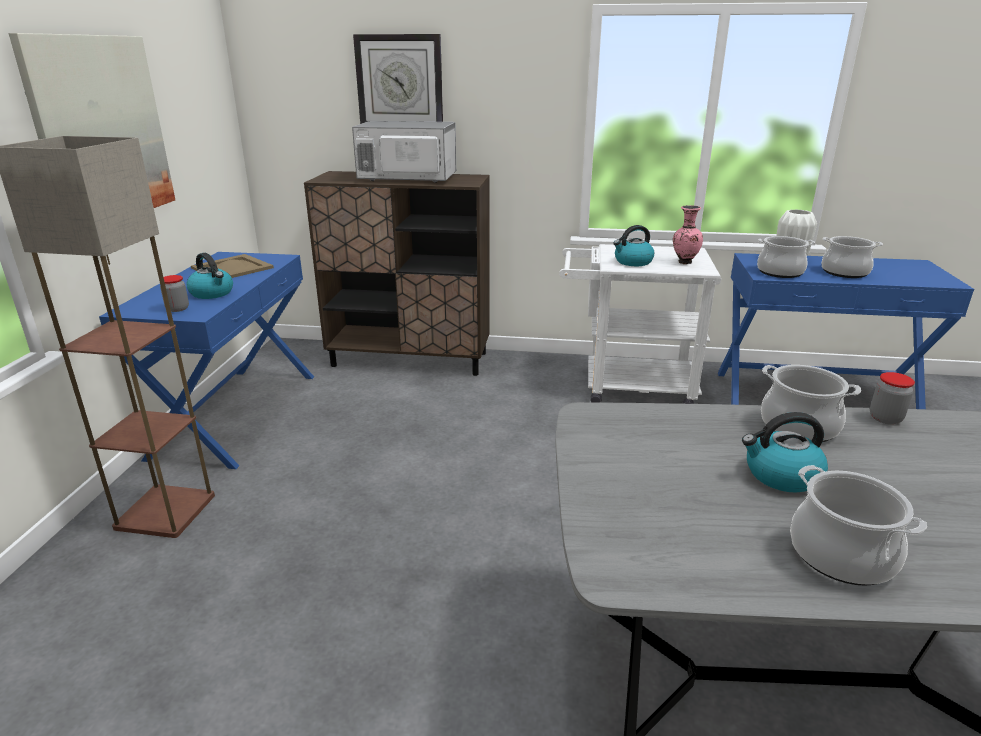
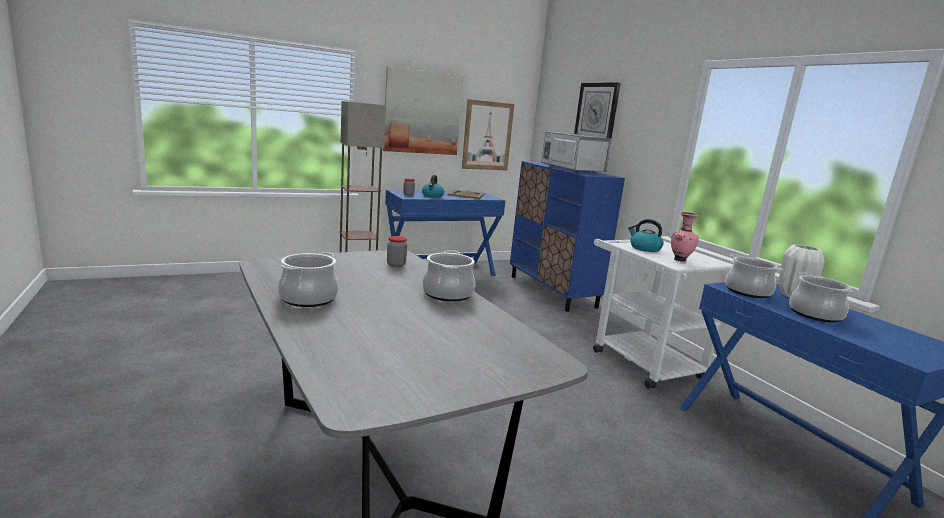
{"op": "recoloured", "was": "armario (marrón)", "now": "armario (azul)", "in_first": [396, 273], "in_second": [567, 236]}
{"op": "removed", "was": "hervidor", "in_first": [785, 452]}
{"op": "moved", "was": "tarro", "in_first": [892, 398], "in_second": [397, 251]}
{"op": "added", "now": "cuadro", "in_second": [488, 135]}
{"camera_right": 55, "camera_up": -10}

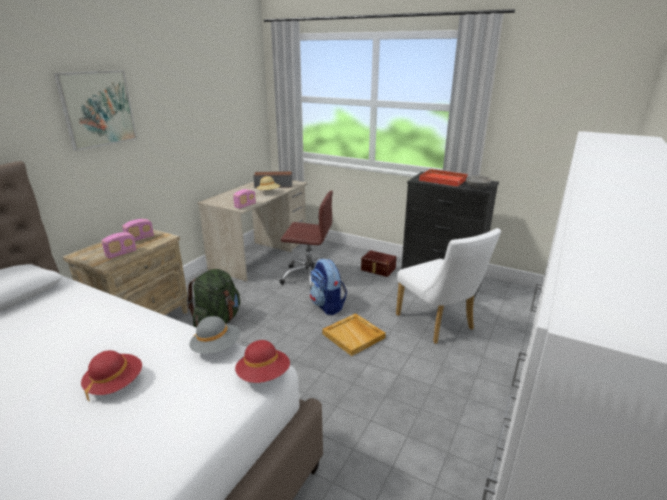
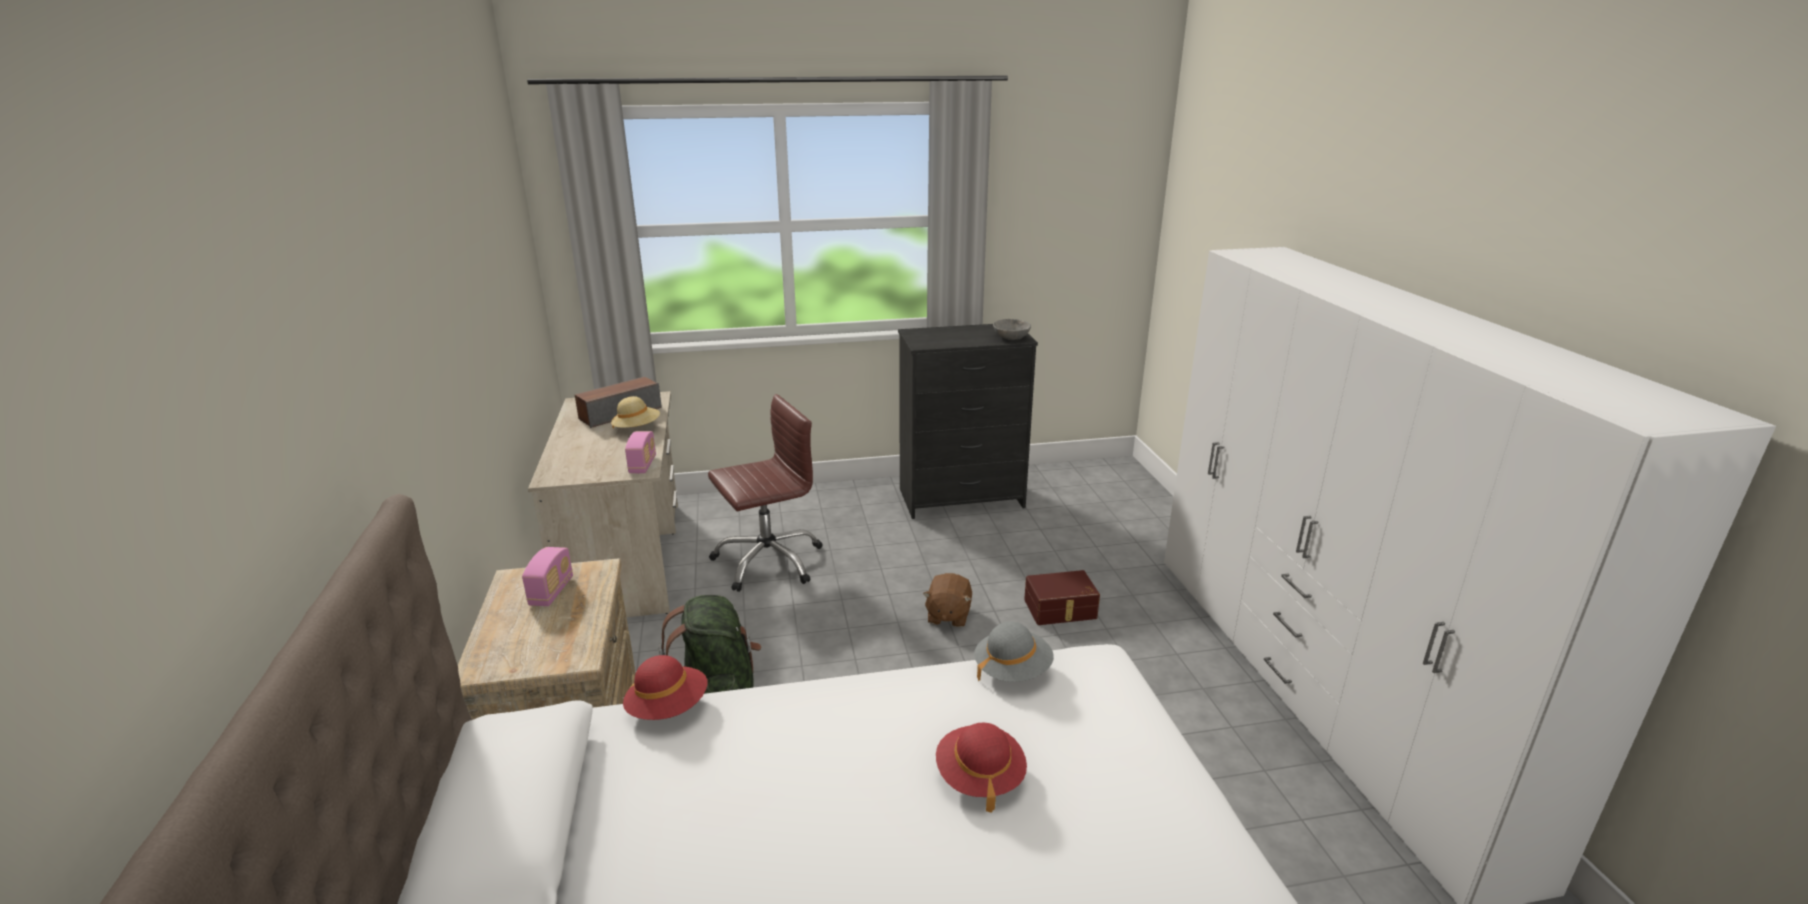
{"op": "removed", "was": "cuadro", "in_first": [95, 110]}
{"op": "removed", "was": "radio", "in_first": [119, 245]}
{"op": "moved", "was": "sombrero (rojo)", "in_first": [262, 361], "in_second": [665, 687]}
{"op": "removed", "was": "mochila", "in_first": [328, 287]}
{"op": "replaced", "was": "bandeja (beis)", "now": "peluche (marrón)", "in_first": [354, 334], "in_second": [947, 600]}
{"op": "moved", "was": "caja de almacenaje (marrón)", "in_first": [378, 263], "in_second": [1062, 597]}
{"op": "removed", "was": "silla (blanco)", "in_first": [448, 286]}
{"op": "removed", "was": "bandeja (rojo)", "in_first": [443, 178]}
{"camera_right": -40, "camera_up": 0}

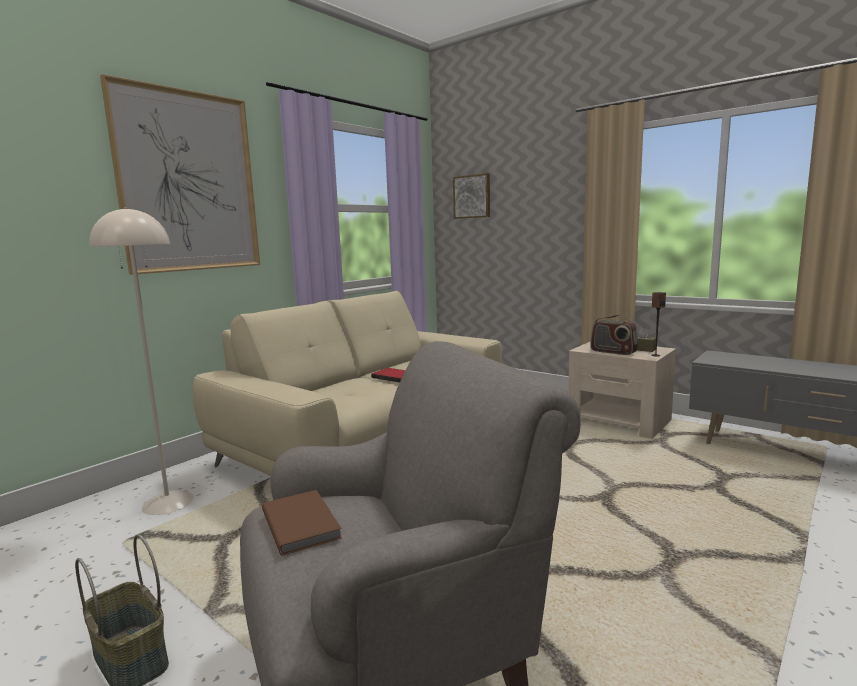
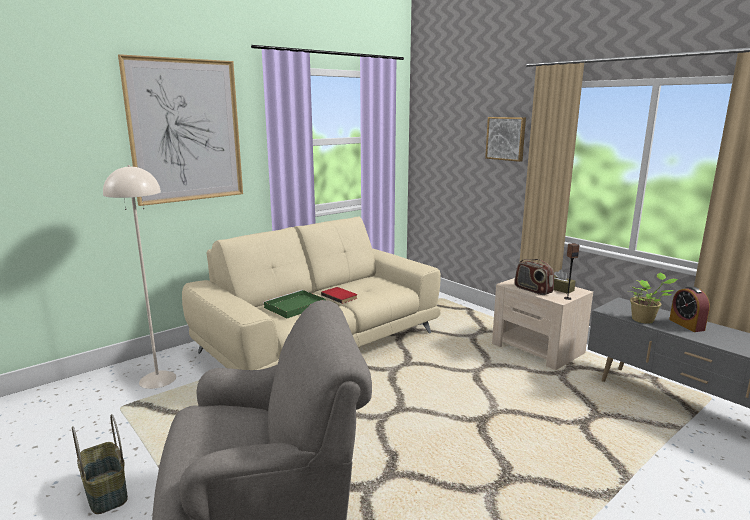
{"op": "removed", "was": "libro (marrón)", "in_first": [302, 523]}
{"op": "moved", "was": "cuadro", "in_first": [471, 196], "in_second": [505, 139]}
{"op": "added", "now": "bandeja (verde)", "in_second": [294, 304]}
{"op": "added", "now": "planta en maceta", "in_second": [653, 298]}
{"op": "added", "now": "despertador", "in_second": [689, 309]}
{"camera_right": 10, "camera_up": 5}

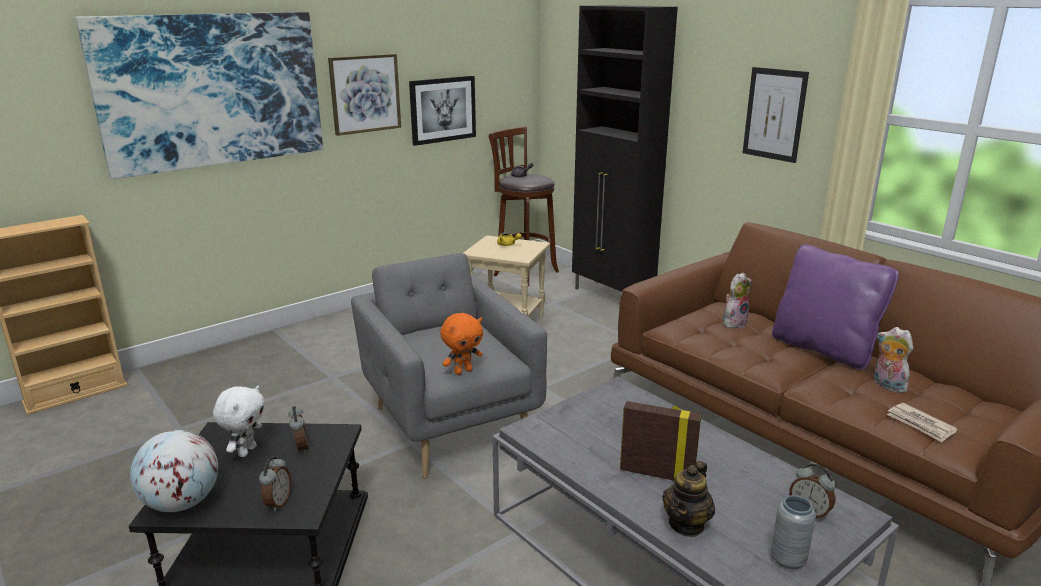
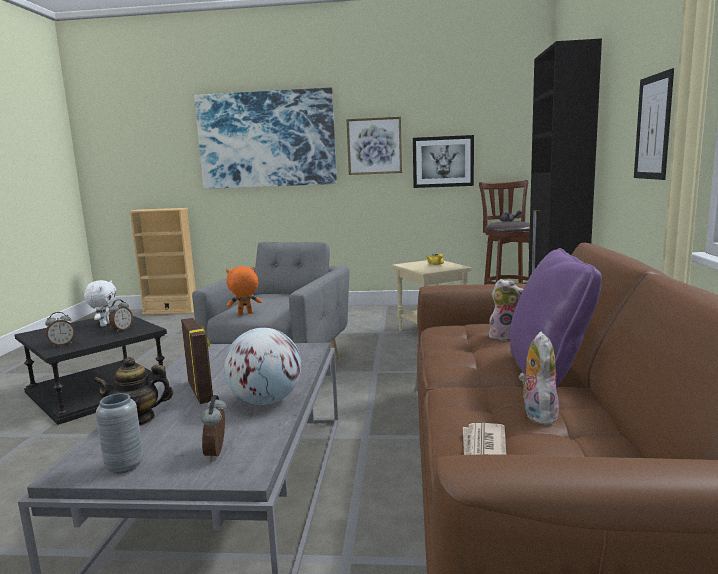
{"op": "moved", "was": "globo terráqueo", "in_first": [174, 471], "in_second": [262, 366]}
{"op": "turned", "was": "peluche (blanco)", "in_first": [239, 421], "in_second": [100, 303], "clockwise": -60}
{"op": "turned", "was": "peluche (naranja)", "in_first": [461, 344], "in_second": [244, 290], "clockwise": 150}
{"camera_right": 45, "camera_up": -10}

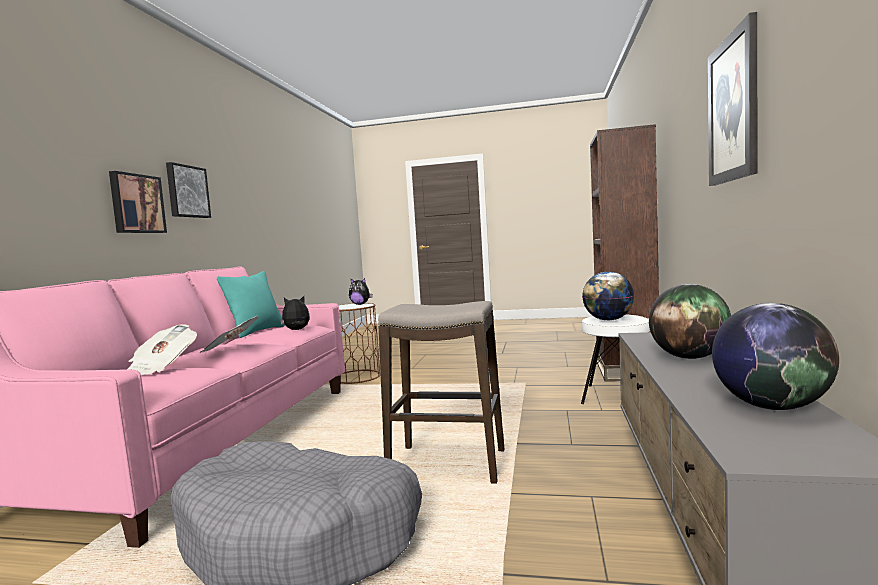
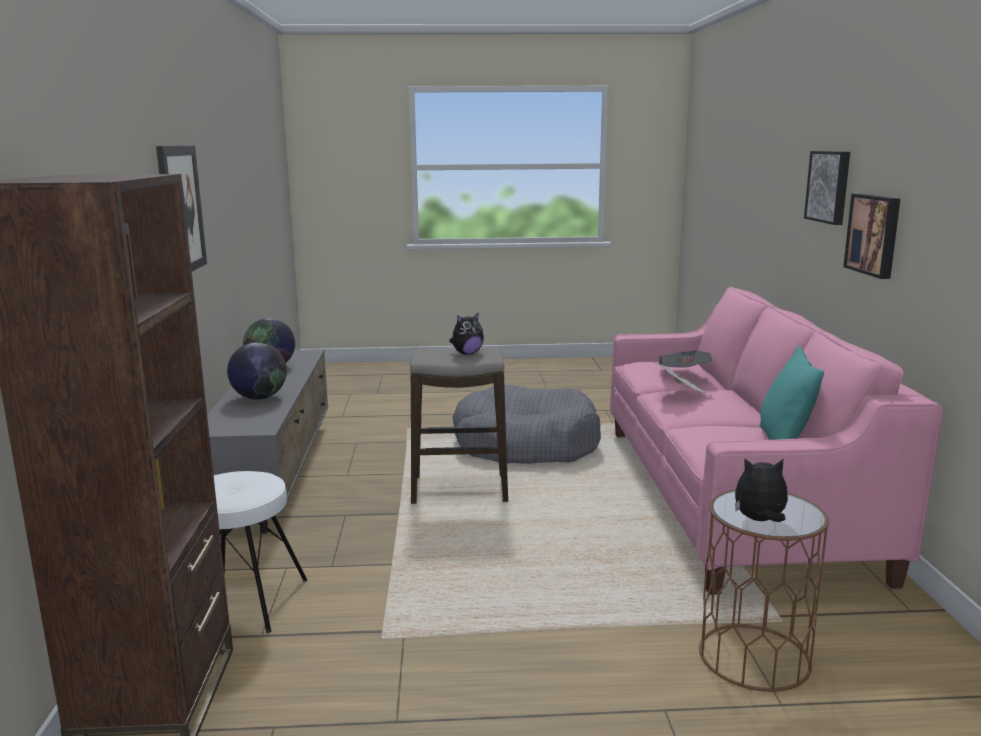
{"op": "moved", "was": "cuadro", "in_first": [188, 190], "in_second": [827, 188]}
{"op": "moved", "was": "peluche", "in_first": [295, 313], "in_second": [466, 333]}
{"op": "removed", "was": "globo terráqueo", "in_first": [608, 296]}
{"camera_right": 165, "camera_up": 10}

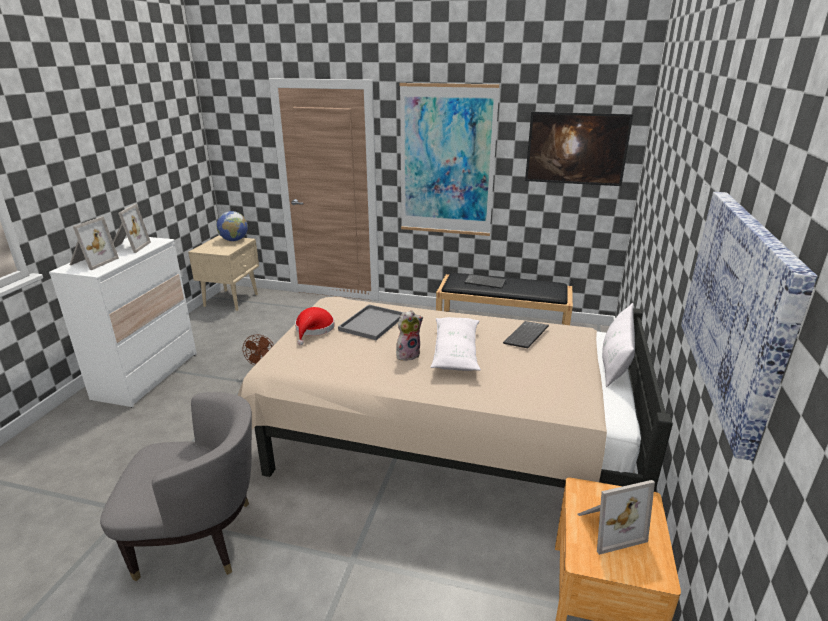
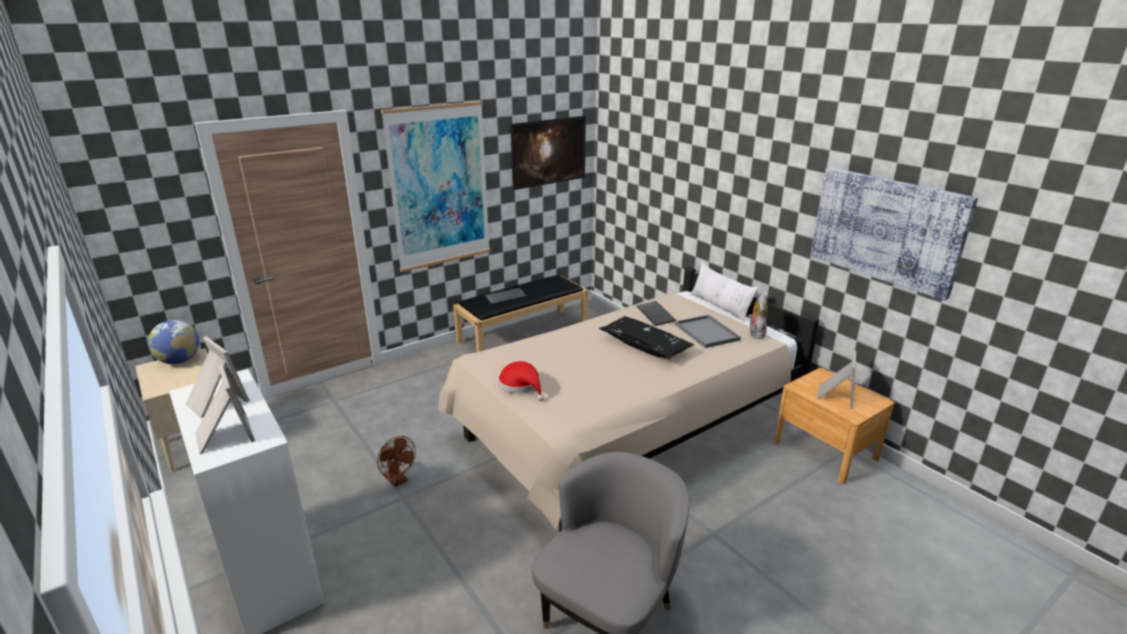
{"op": "moved", "was": "bandeja (gris)", "in_first": [370, 322], "in_second": [708, 331]}
{"op": "moved", "was": "peluche", "in_first": [409, 335], "in_second": [758, 317]}
{"op": "recoloured", "was": "cojín (blanco)", "now": "cojín (negro)", "in_first": [455, 344], "in_second": [646, 337]}
{"camera_right": -50, "camera_up": 0}

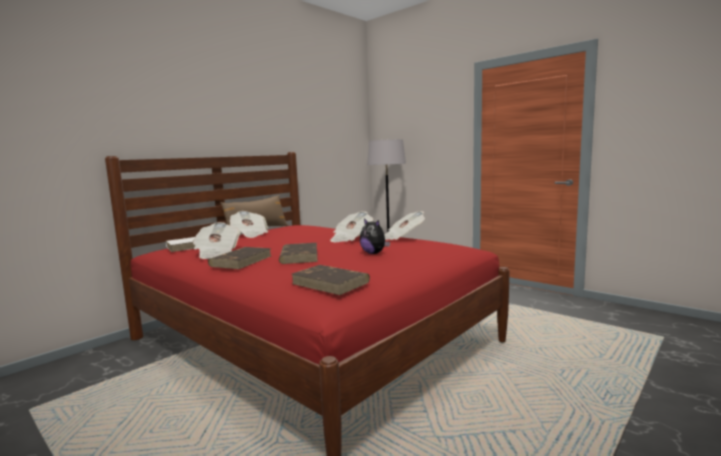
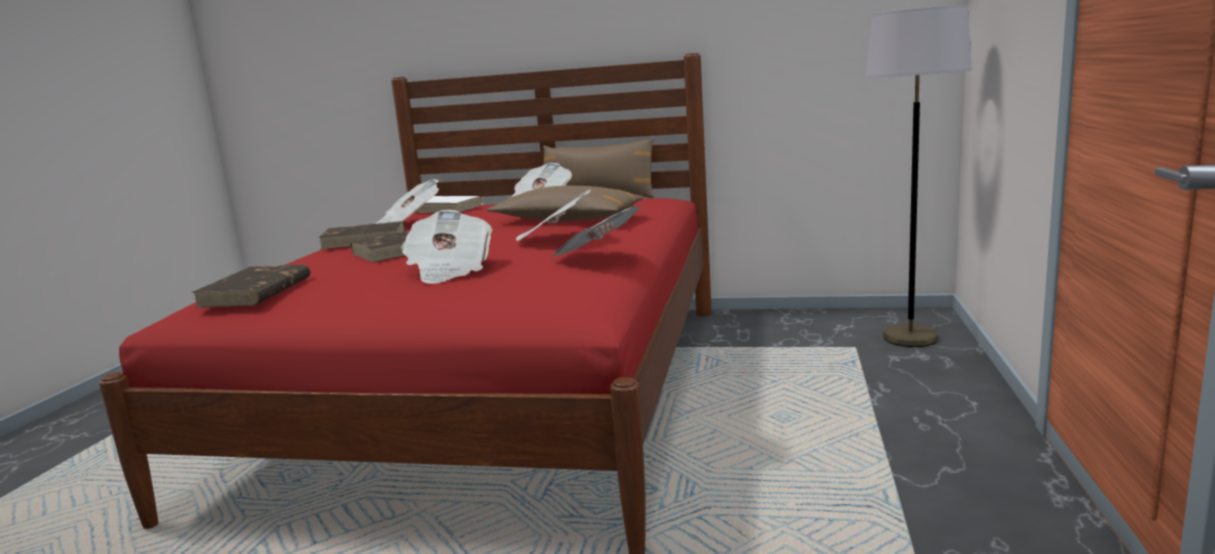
{"op": "replaced", "was": "peluche", "now": "periódico", "in_first": [375, 236], "in_second": [446, 247]}
{"op": "added", "now": "cojín (marrón)", "in_second": [566, 203]}
{"camera_right": 60, "camera_up": 5}

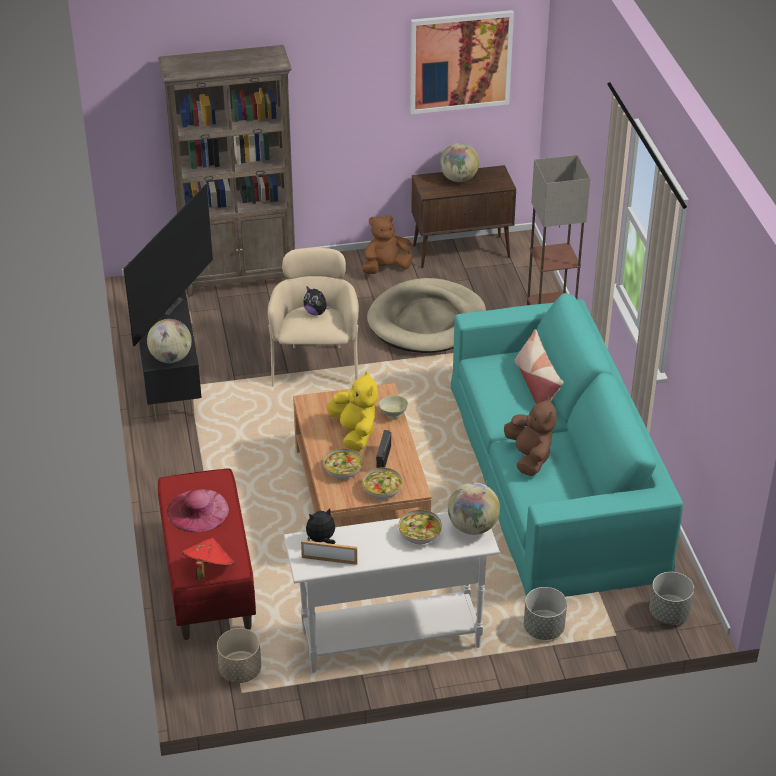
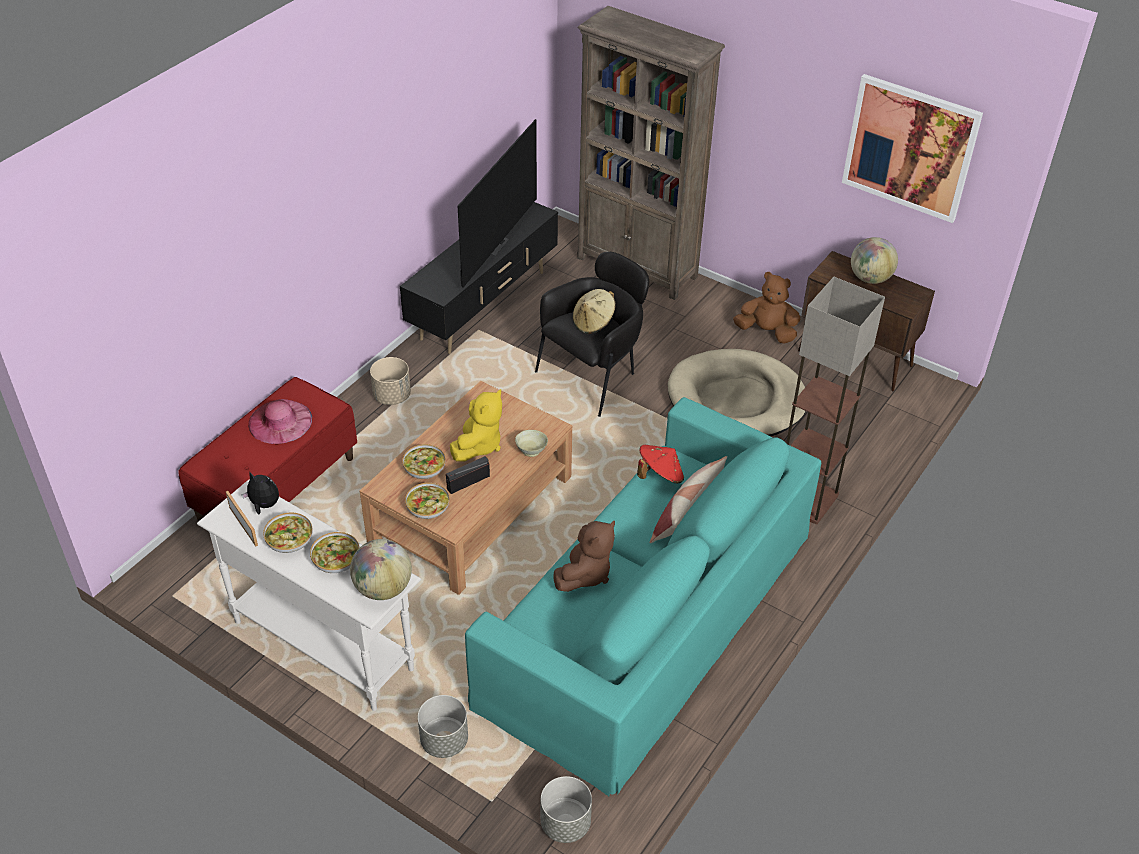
{"op": "turned", "was": "televisor", "in_first": [168, 265], "in_second": [497, 203], "clockwise": -45}
{"op": "removed", "was": "globo terráqueo", "in_first": [169, 341]}
{"op": "moved", "was": "sombrero (rojo)", "in_first": [208, 558], "in_second": [660, 464]}
{"op": "moved", "was": "maceta (beis)", "in_first": [239, 655], "in_second": [390, 381]}
{"op": "recoloured", "was": "sillón (beis)", "now": "sillón (negro)", "in_first": [313, 317], "in_second": [592, 334]}
{"op": "replaced", "was": "peluche", "now": "sombrero (beis)", "in_first": [317, 301], "in_second": [594, 311]}
{"op": "added", "now": "cuenco", "in_second": [288, 533]}
{"camera_right": 45, "camera_up": 5}

